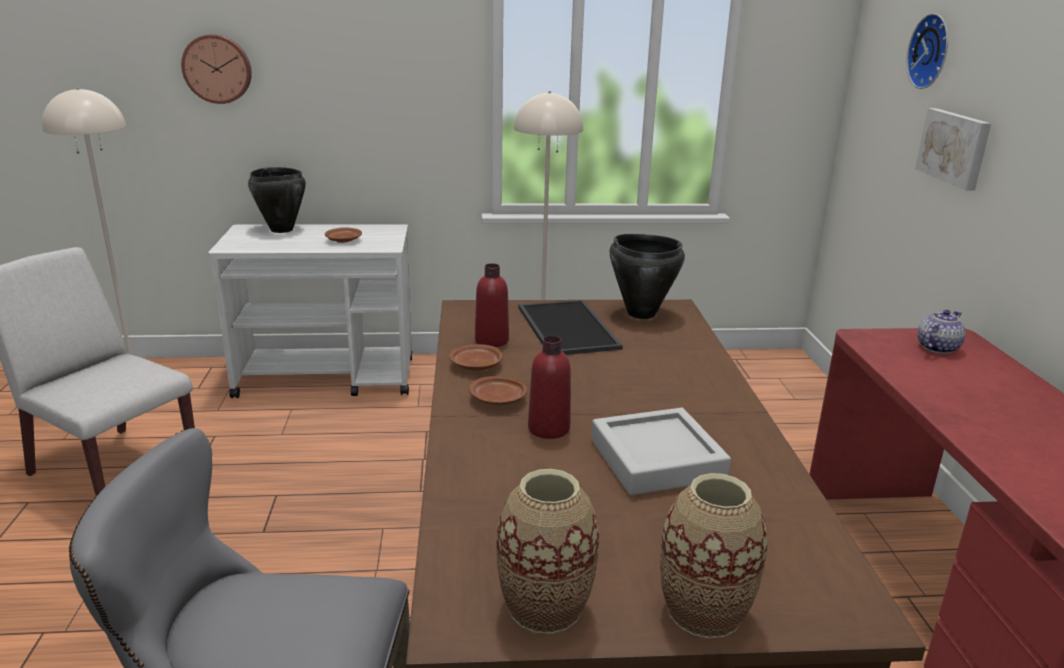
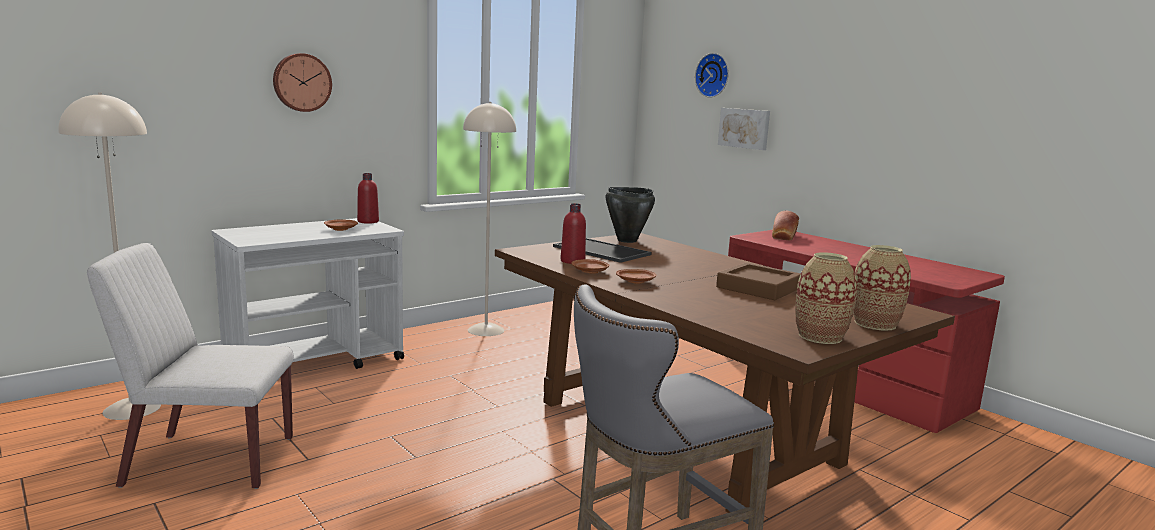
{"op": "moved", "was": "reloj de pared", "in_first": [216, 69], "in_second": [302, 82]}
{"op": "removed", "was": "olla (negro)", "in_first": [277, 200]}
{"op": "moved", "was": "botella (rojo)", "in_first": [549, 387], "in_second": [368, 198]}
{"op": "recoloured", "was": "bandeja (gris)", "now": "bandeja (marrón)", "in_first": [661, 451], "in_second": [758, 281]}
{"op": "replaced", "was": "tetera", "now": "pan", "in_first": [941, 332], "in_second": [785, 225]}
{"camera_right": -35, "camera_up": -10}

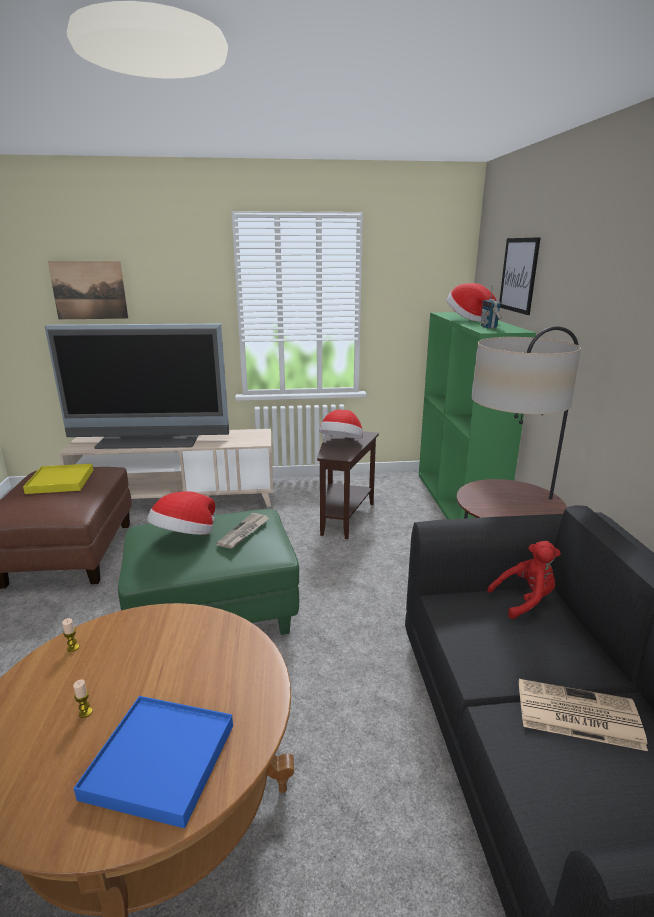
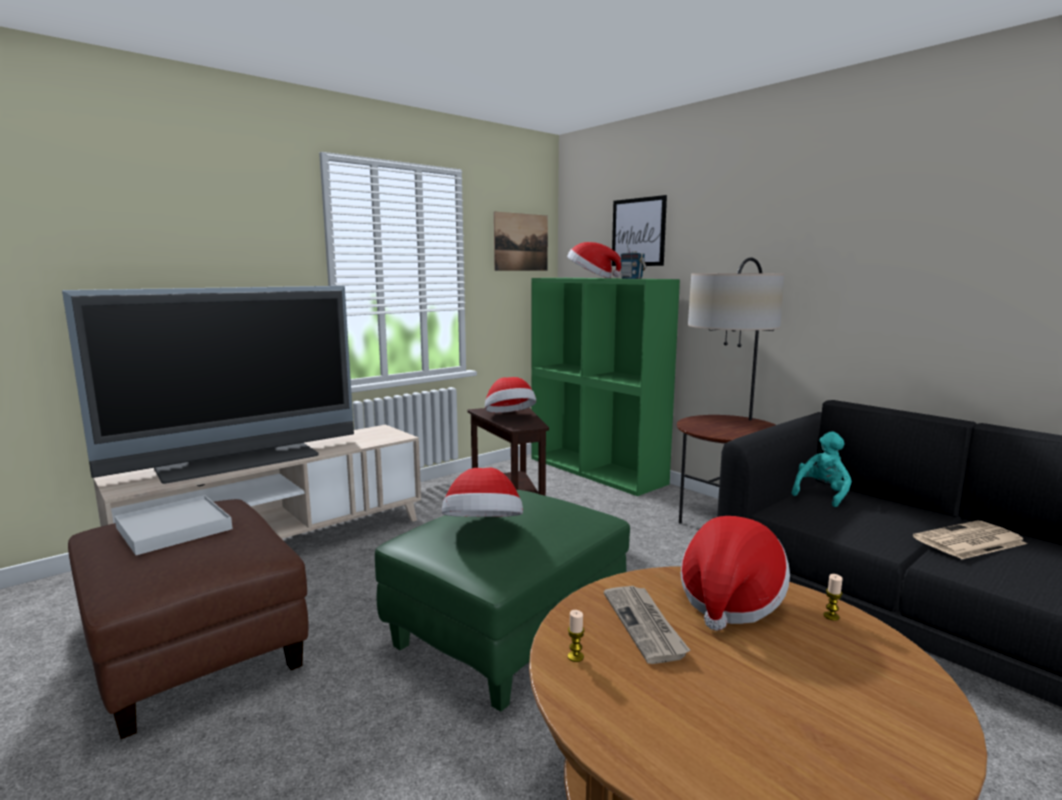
{"op": "recoloured", "was": "bandeja (amarillo)", "now": "bandeja (blanco)", "in_first": [58, 479], "in_second": [174, 525]}
{"op": "moved", "was": "cuadro", "in_first": [88, 290], "in_second": [521, 241]}
{"op": "moved", "was": "vela", "in_first": [83, 698], "in_second": [833, 597]}
{"op": "removed", "was": "bandeja (azul)", "in_first": [153, 762]}
{"op": "moved", "was": "periódico", "in_first": [242, 531], "in_second": [647, 625]}
{"op": "recoloured", "was": "peluche (rojo)", "now": "peluche (turquesa)", "in_first": [524, 580], "in_second": [821, 469]}
{"op": "added", "now": "sombrero", "in_second": [735, 573]}
{"camera_right": -35, "camera_up": -10}

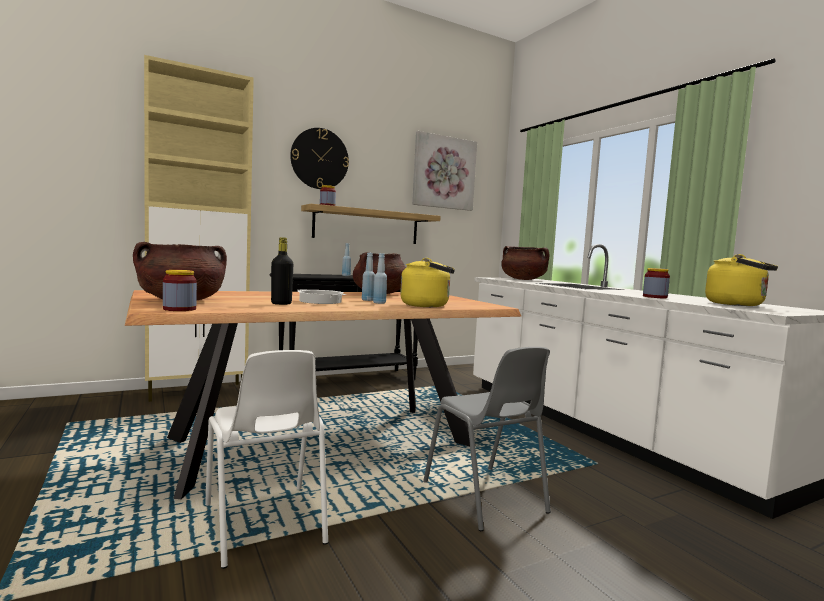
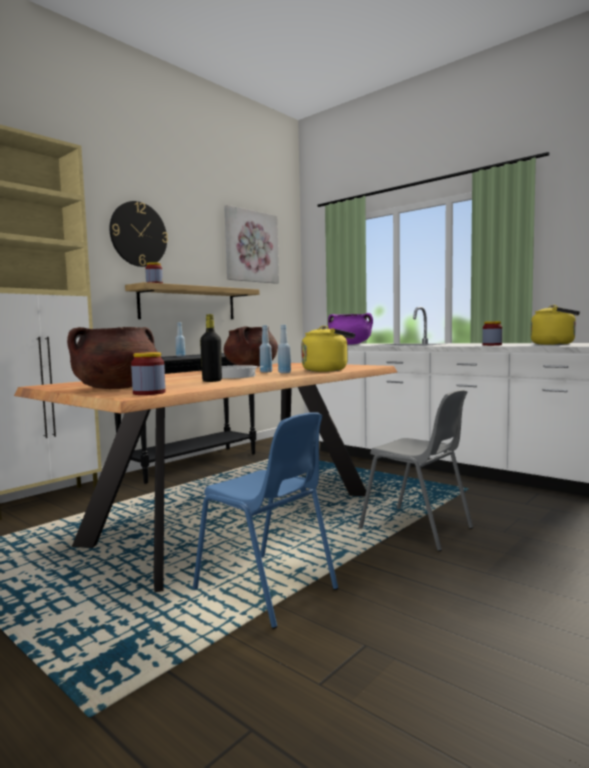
{"op": "recoloured", "was": "silla (blanco)", "now": "silla (azul)", "in_first": [266, 459], "in_second": [265, 520]}
{"op": "recoloured", "was": "olla (marrón)", "now": "olla (morado)", "in_first": [525, 263], "in_second": [350, 329]}
{"camera_right": -20, "camera_up": 0}

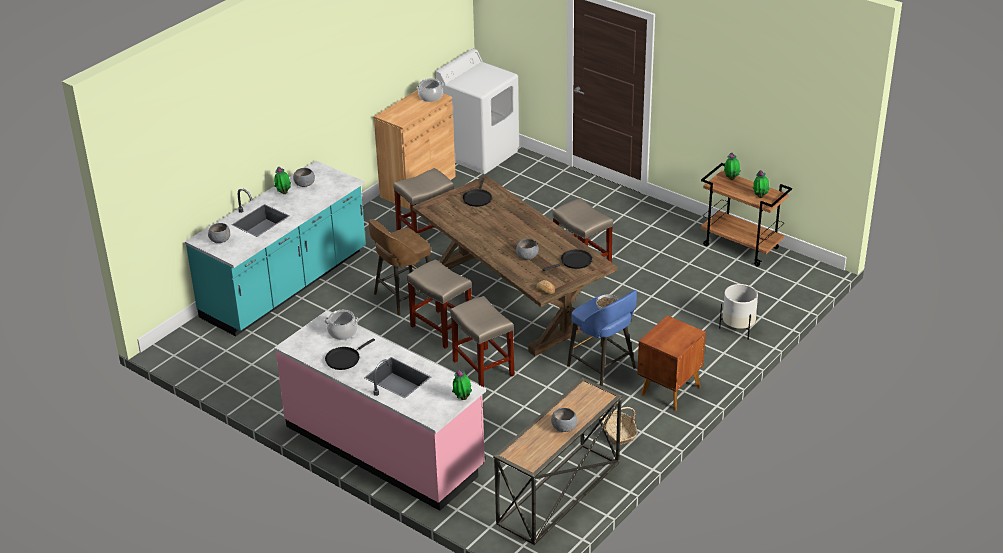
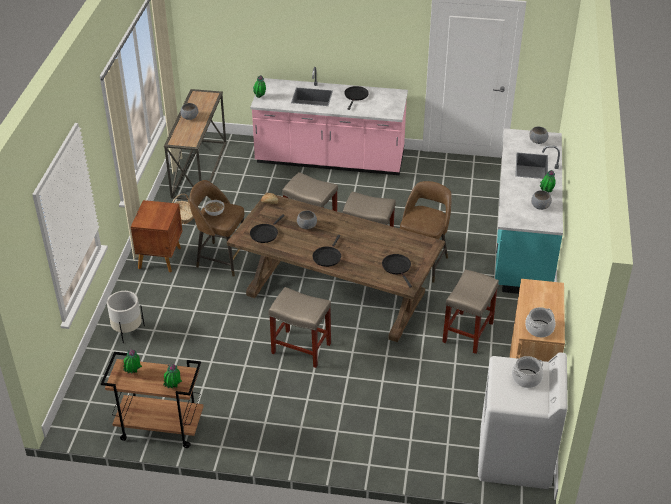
{"op": "moved", "was": "olla", "in_first": [341, 325], "in_second": [527, 372]}
{"op": "recoloured", "was": "taburete (azul)", "now": "taburete (marrón)", "in_first": [602, 338], "in_second": [216, 228]}
{"op": "added", "now": "sartén (negro)", "in_second": [327, 251]}
{"camera_right": 150, "camera_up": 5}

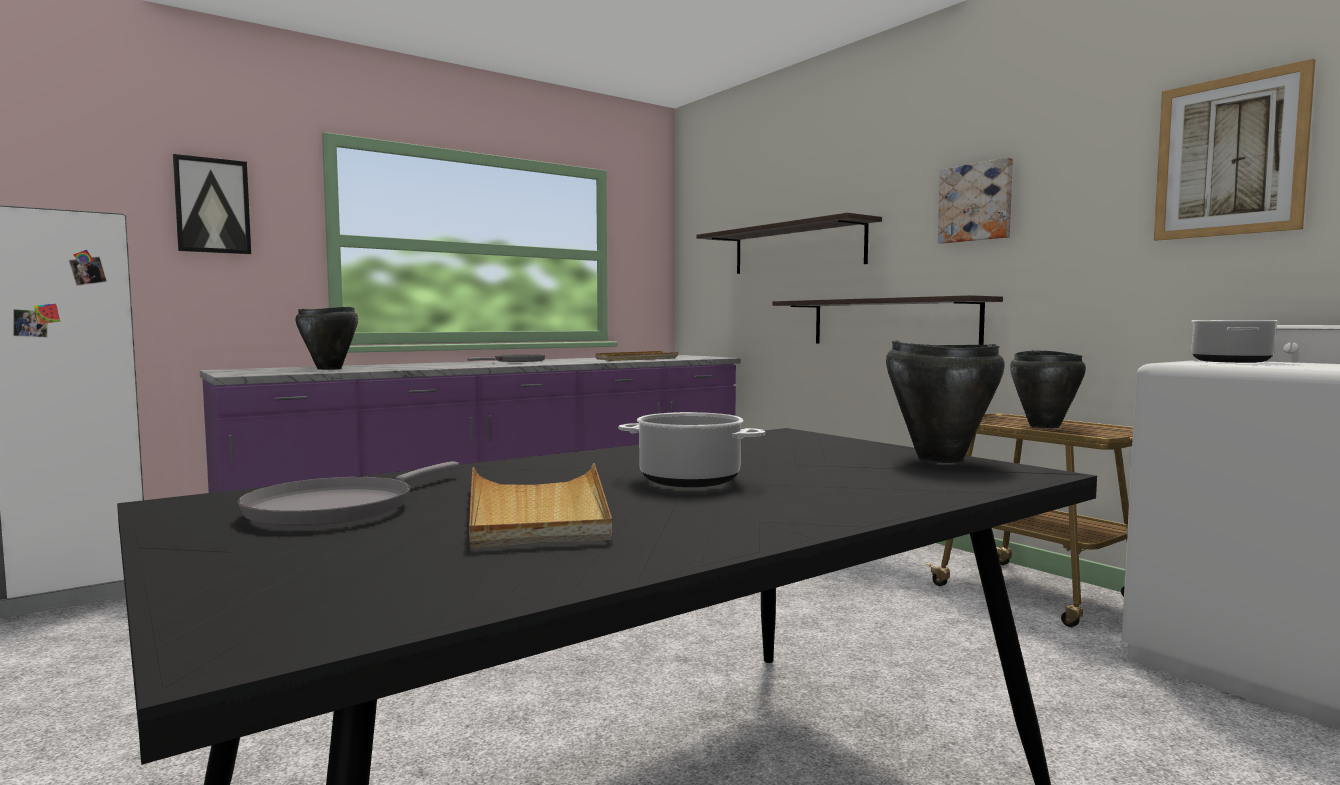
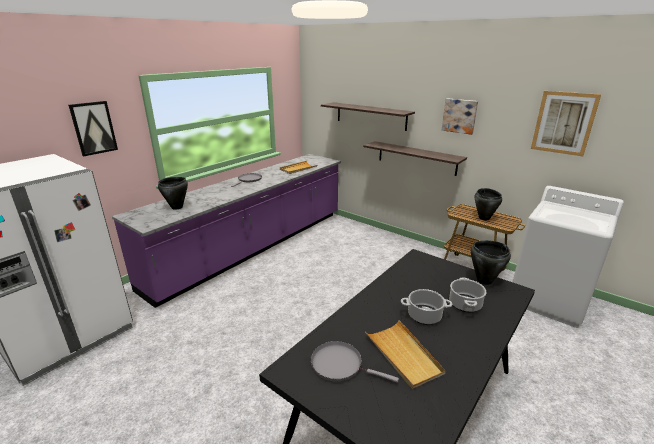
{"op": "turned", "was": "sartén (gris)", "in_first": [348, 494], "in_second": [355, 362], "clockwise": 105}
{"op": "moved", "was": "olla", "in_first": [1235, 341], "in_second": [468, 295]}
{"camera_right": -15, "camera_up": 20}

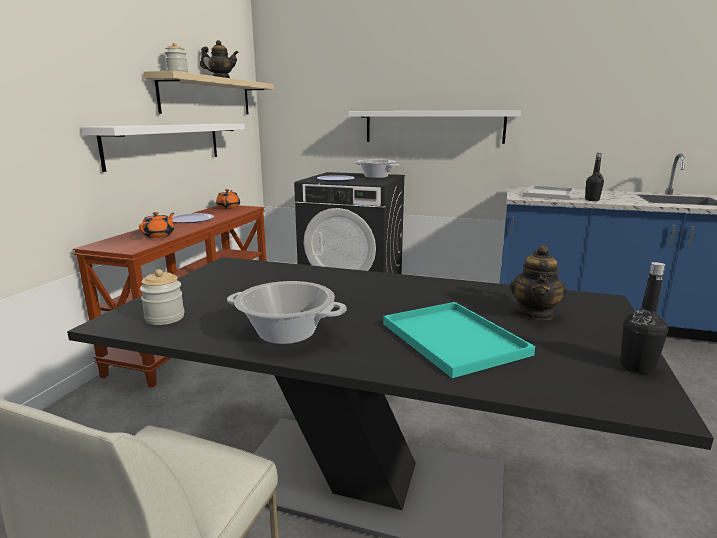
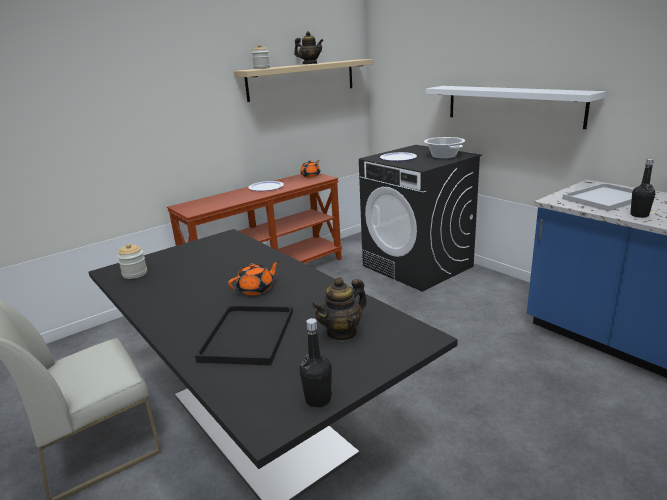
{"op": "removed", "was": "estante (blanco)", "in_first": [163, 148]}
{"op": "moved", "was": "tetera (naranja)", "in_first": [156, 225], "in_second": [254, 278]}
{"op": "removed", "was": "olla", "in_first": [286, 312]}
{"op": "recoloured", "was": "bandeja (turquesa)", "now": "bandeja (negro)", "in_first": [459, 340], "in_second": [244, 335]}
{"camera_right": 35, "camera_up": 5}

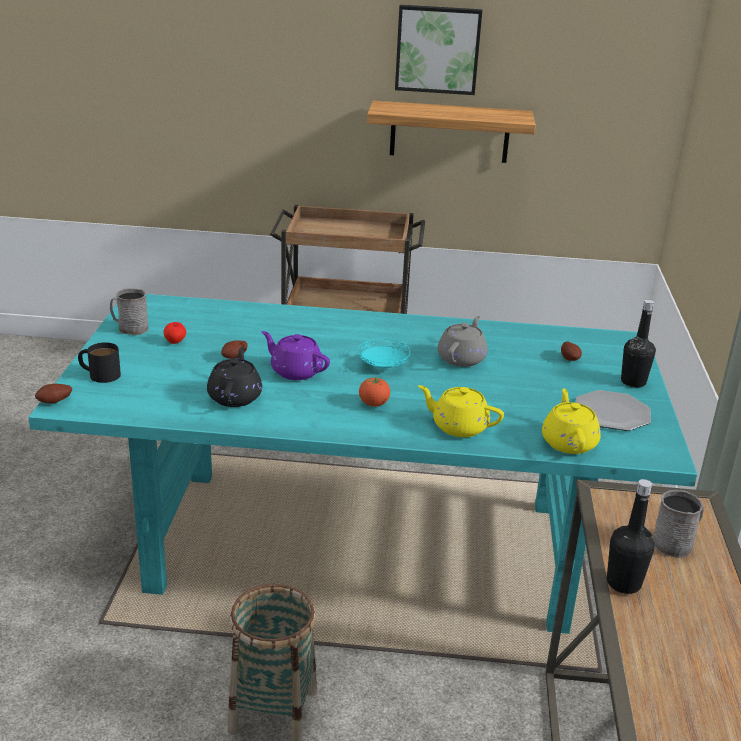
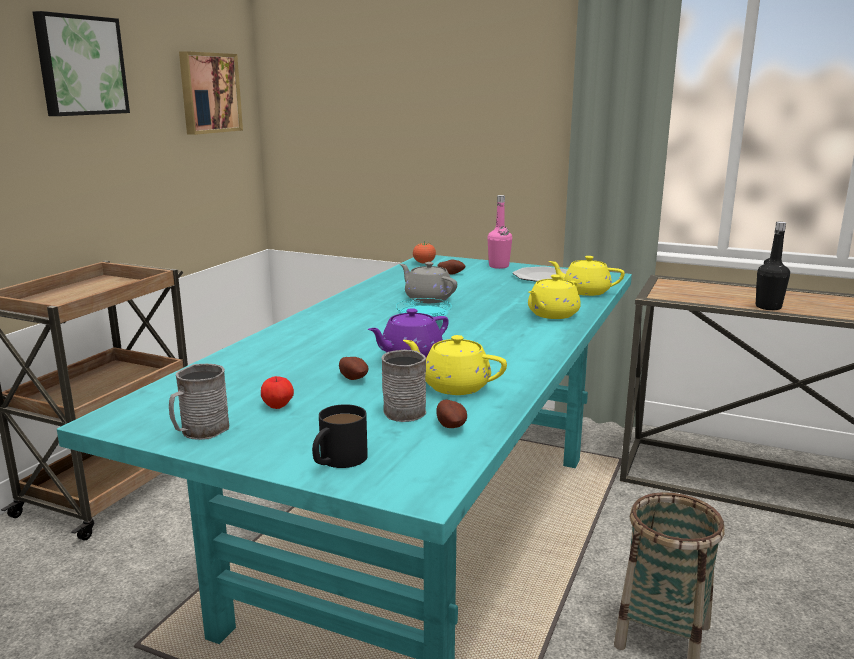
{"op": "moved", "was": "patata", "in_first": [53, 393], "in_second": [451, 413]}
{"op": "recoloured", "was": "tetera (negro)", "now": "tetera (amarillo)", "in_first": [234, 377], "in_second": [455, 365]}
{"op": "moved", "was": "tomate", "in_first": [374, 392], "in_second": [424, 252]}
{"op": "removed", "was": "estante", "in_first": [451, 132]}
{"op": "recoloured", "was": "botella (negro)", "now": "botella (rosa)", "in_first": [638, 344], "in_second": [499, 232]}
{"op": "moved", "was": "taza grande (gris)", "in_first": [678, 524], "in_second": [403, 386]}
{"op": "added", "now": "cuadro", "in_second": [211, 93]}
{"camera_right": -70, "camera_up": -10}

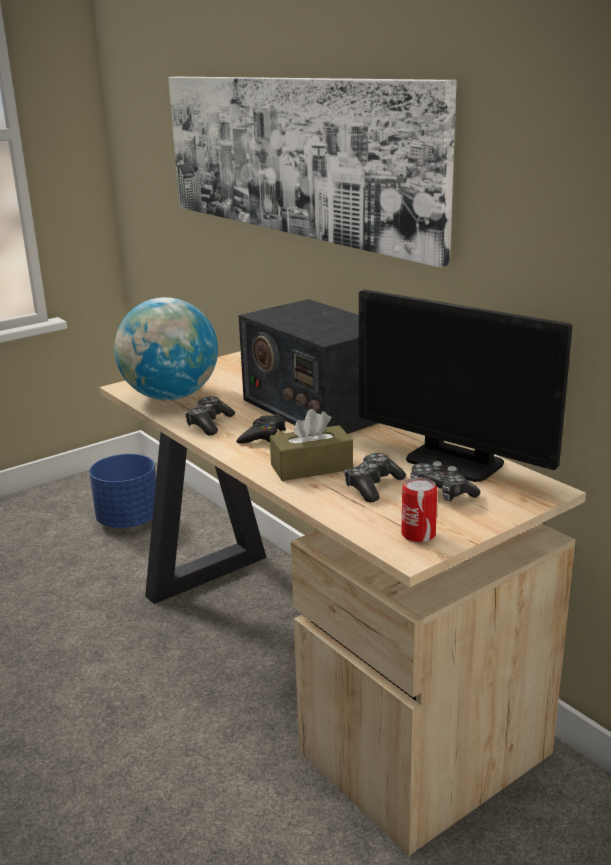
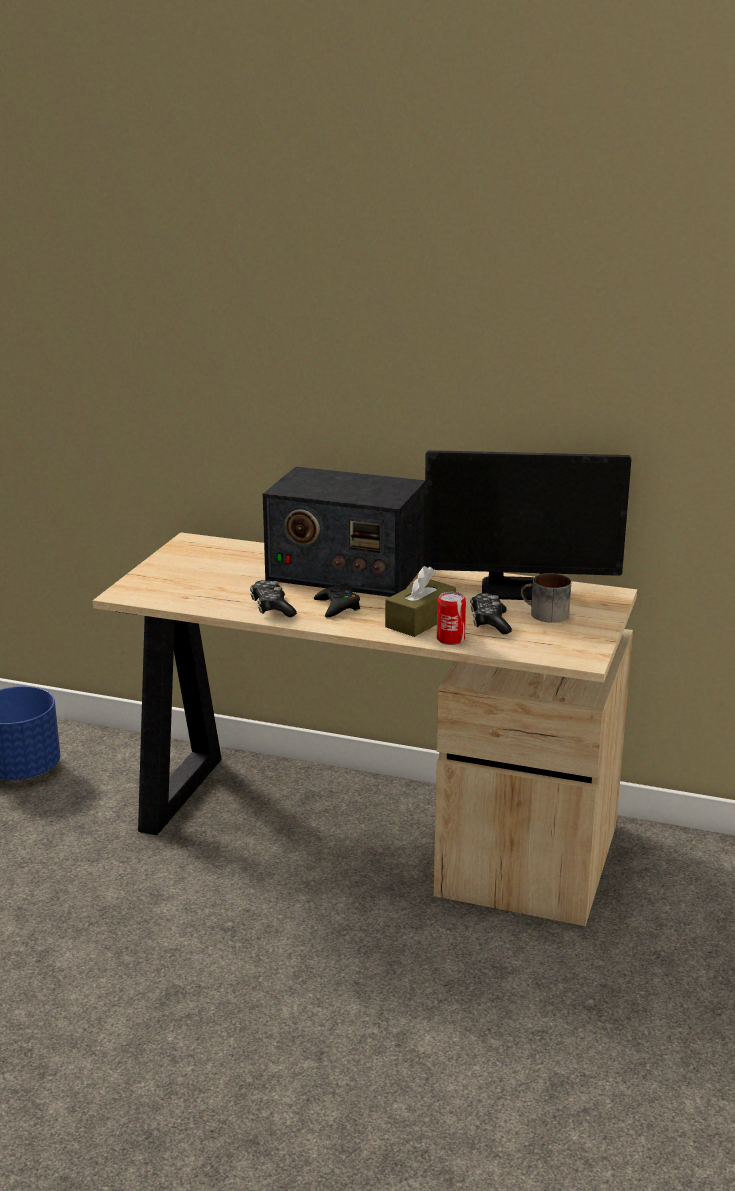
{"op": "removed", "was": "globo terráqueo", "in_first": [166, 348]}
{"op": "removed", "was": "cuadro", "in_first": [312, 172]}
{"op": "moved", "was": "lata", "in_first": [419, 510], "in_second": [451, 618]}
{"op": "replaced", "was": "mando de consola", "now": "taza grande", "in_first": [445, 481], "in_second": [546, 598]}
{"camera_right": -35, "camera_up": 0}

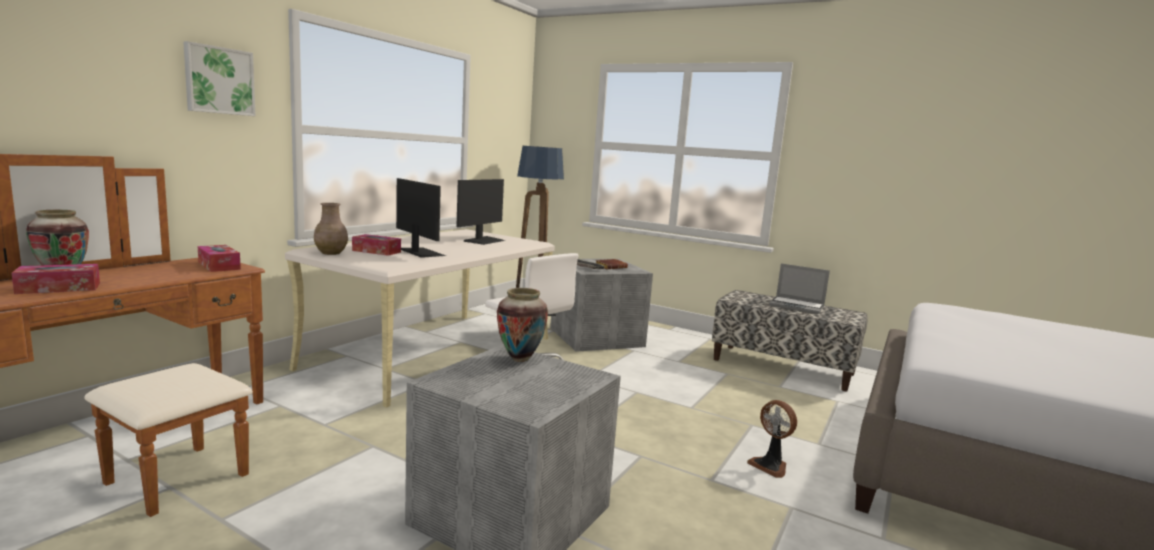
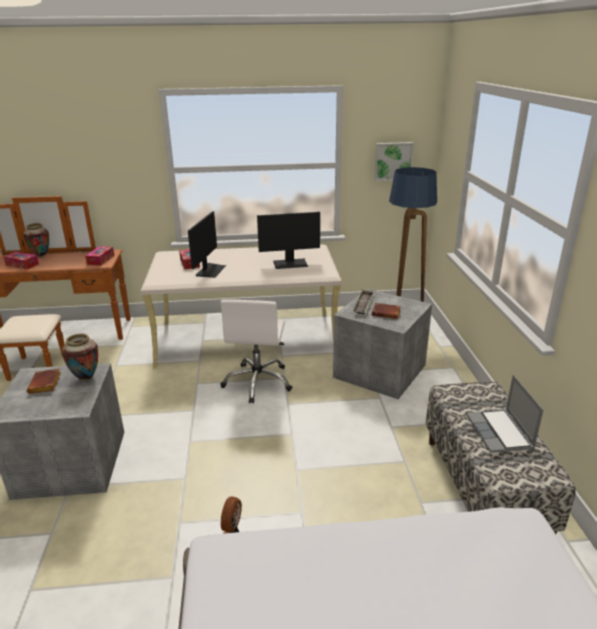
{"op": "moved", "was": "cuadro", "in_first": [219, 78], "in_second": [394, 161]}
{"op": "removed", "was": "florero (marrón)", "in_first": [331, 229]}
{"op": "added", "now": "libro (marrón)", "in_second": [44, 381]}
{"camera_right": 55, "camera_up": 15}

